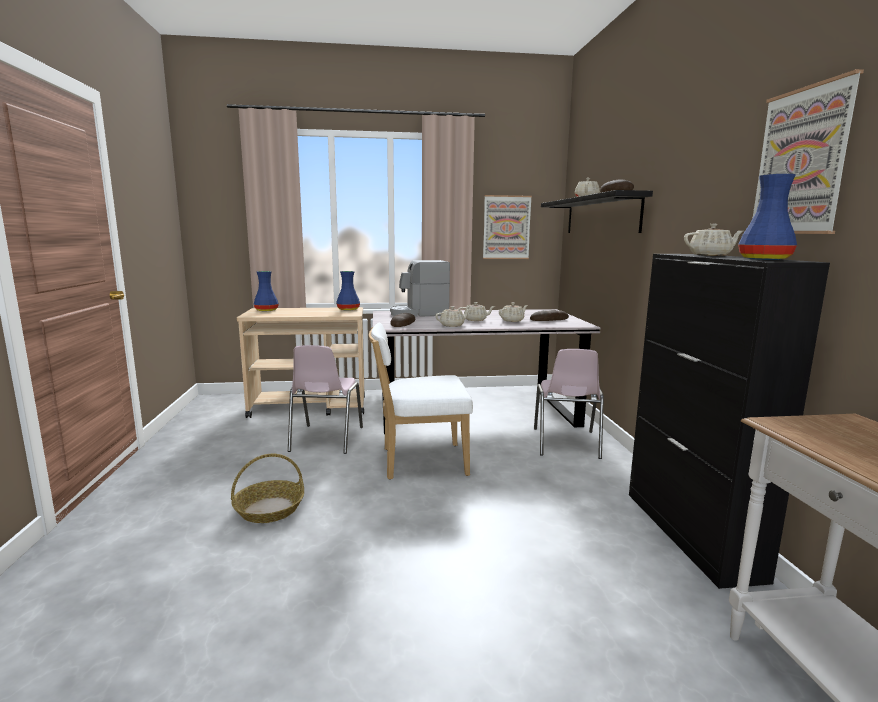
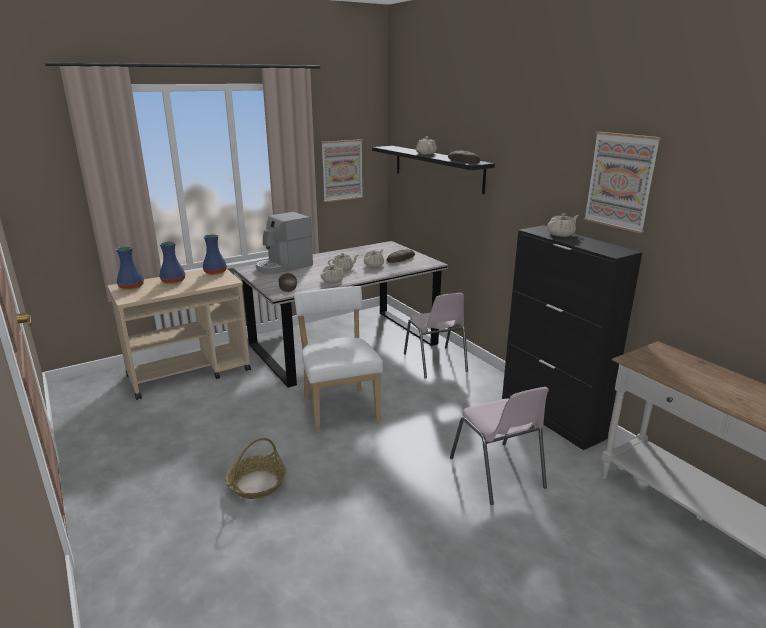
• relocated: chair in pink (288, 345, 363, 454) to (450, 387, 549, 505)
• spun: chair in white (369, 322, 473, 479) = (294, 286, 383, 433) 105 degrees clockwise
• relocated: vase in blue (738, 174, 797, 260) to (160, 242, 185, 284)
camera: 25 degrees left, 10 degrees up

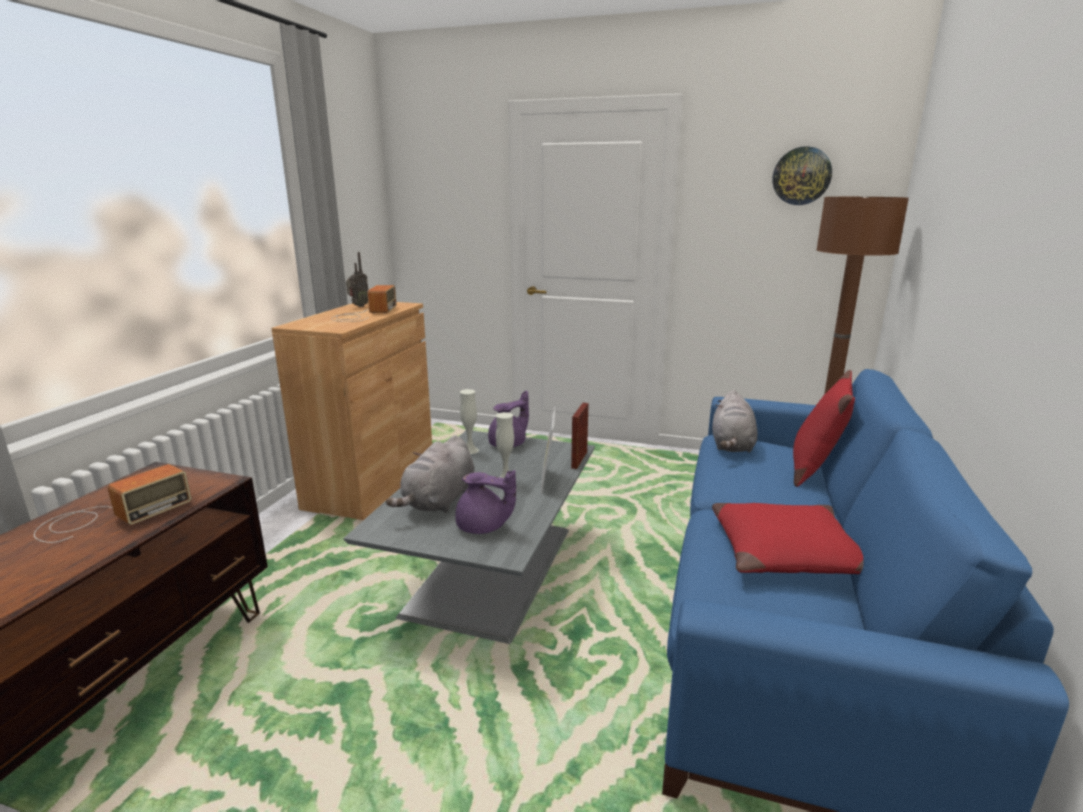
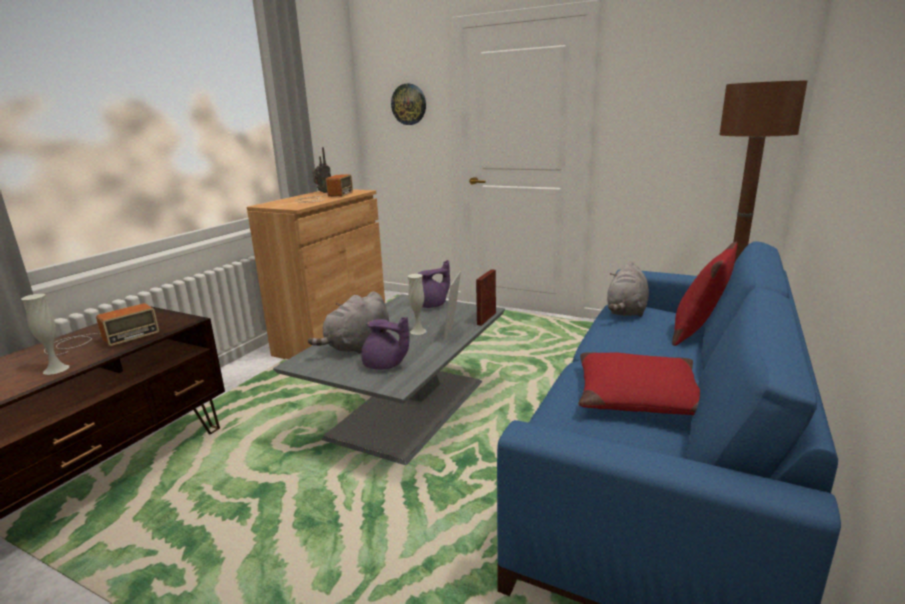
• relocated: vase in white (460, 389, 479, 454) to (21, 294, 69, 375)
• relocated: wall clock (772, 146, 832, 205) to (391, 84, 426, 125)
camera: 10 degrees right, 0 degrees up

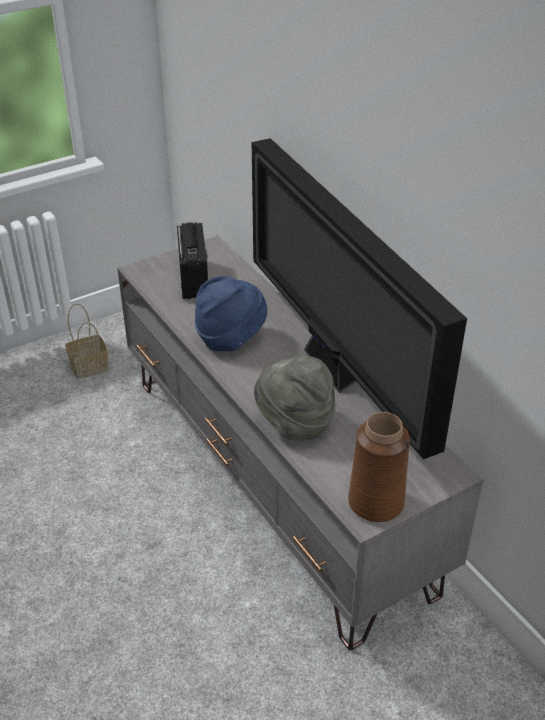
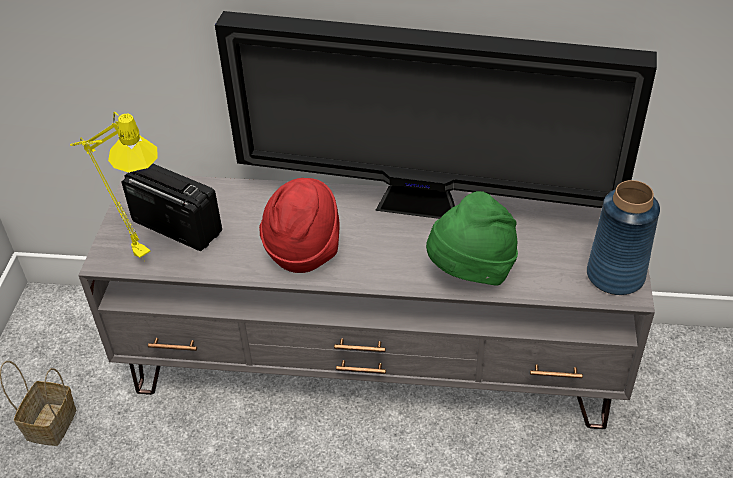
• colour: hat in blue (195, 276, 267, 351) to hat in red (259, 178, 340, 273)
• colour: hat in grey (254, 355, 336, 440) to hat in green (426, 191, 518, 286)
• colour: vase in brown (348, 412, 410, 522) to vase in blue (587, 180, 660, 295)
• appeared: table lamp in yellow (70, 112, 157, 260)
camera: 50 degrees left, 5 degrees up

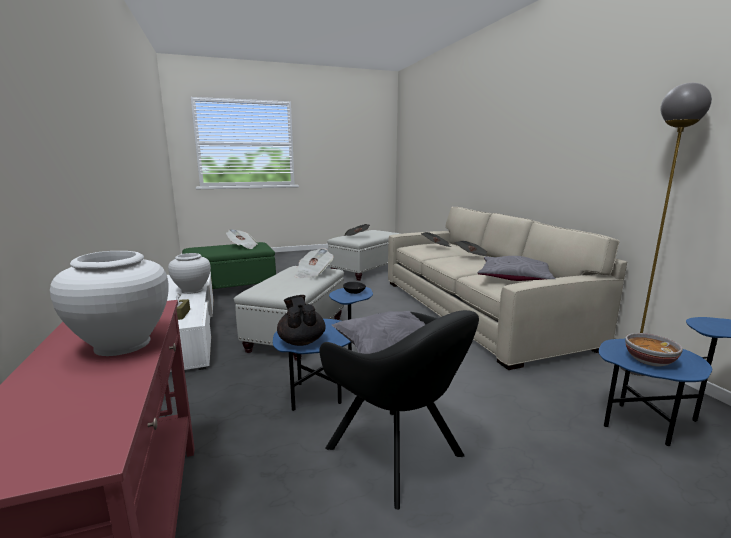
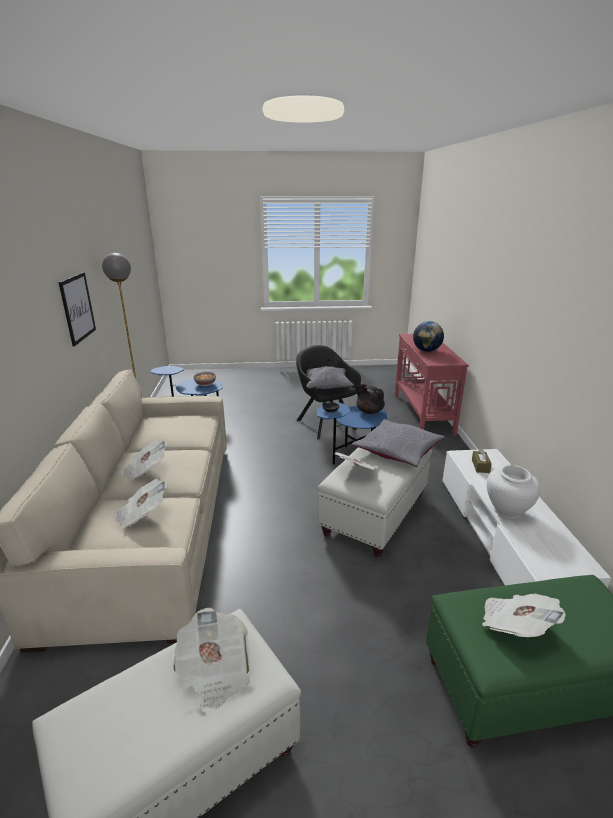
• exchanged: vase in white (50, 251, 169, 356) to globe (413, 321, 444, 352)
• spun: teapot in black (277, 295, 326, 346) = (355, 384, 385, 414) 135 degrees clockwise
• relocated: pillow in grey (478, 256, 556, 281) to (352, 419, 445, 467)
• appeared: picture (59, 272, 96, 346)
camera: 165 degrees left, 10 degrees up

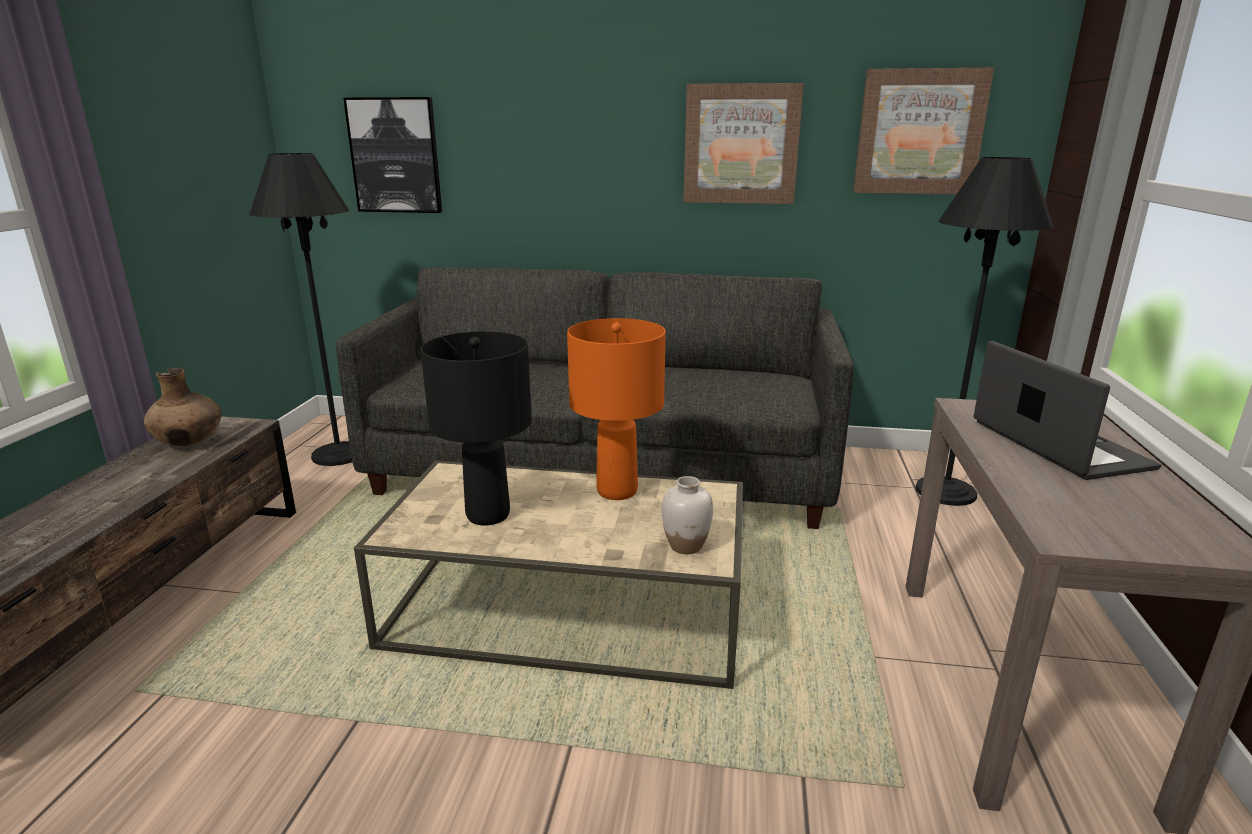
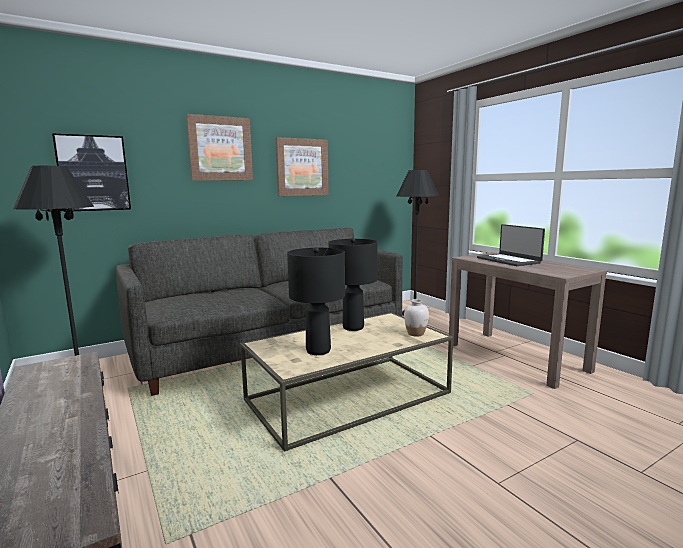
• missing: vase in brown (144, 368, 221, 446)
• colour: table lamp in orange (567, 318, 666, 500) to table lamp in black (328, 238, 377, 331)
• relocated: picture (853, 68, 994, 194) to (186, 114, 253, 181)
• spun: laptop (974, 341, 1161, 480) = (477, 224, 545, 266) 150 degrees counterclockwise
camera: 40 degrees left, 10 degrees down

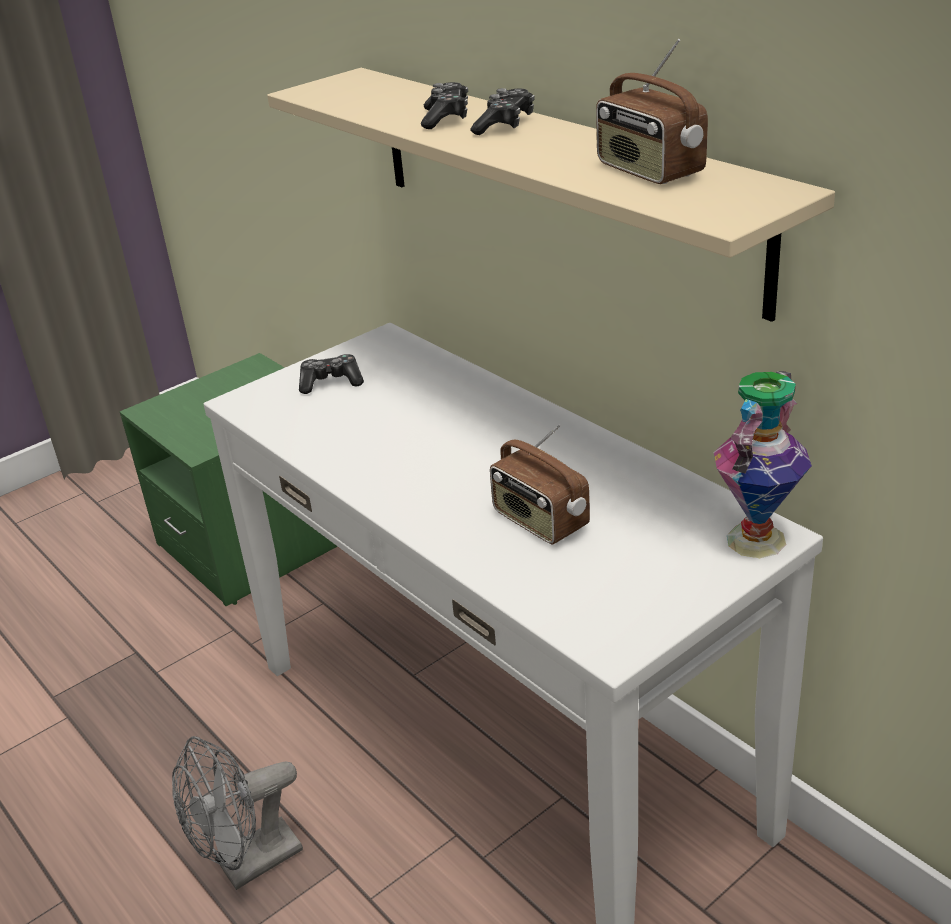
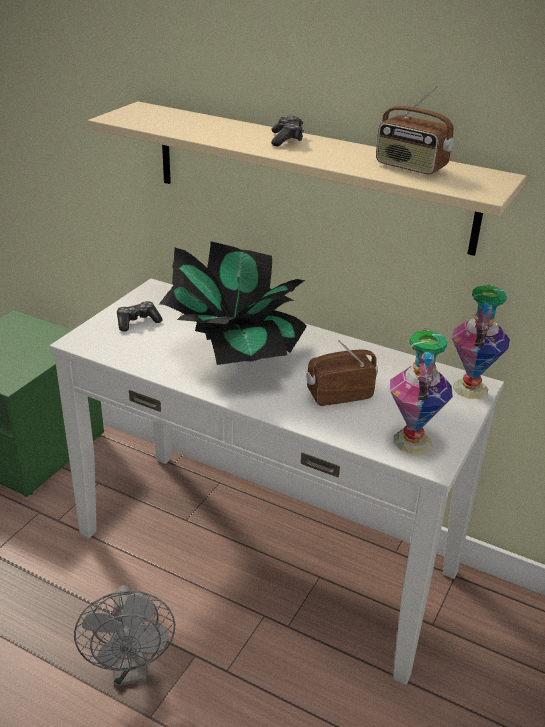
• spun: fan in grey (172, 736, 303, 890) = (74, 585, 175, 687) 45 degrees counterclockwise
• missing: game controller (421, 82, 468, 129)
• spun: radio (490, 424, 590, 544) = (306, 340, 378, 406) 135 degrees clockwise
• appeared: potted plant (159, 241, 307, 365)
• appeared: vase (390, 328, 453, 454)
camera: 25 degrees left, 0 degrees up

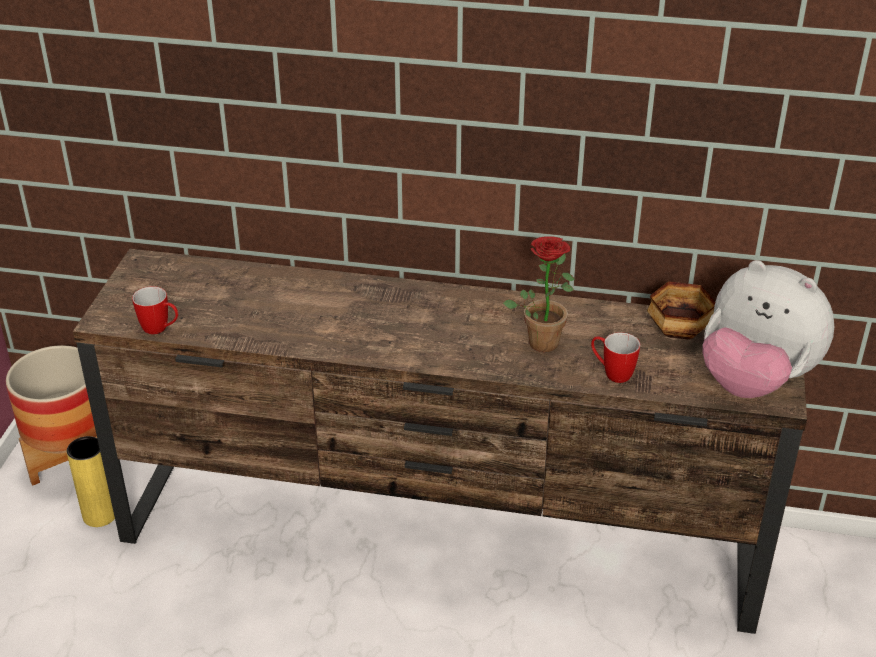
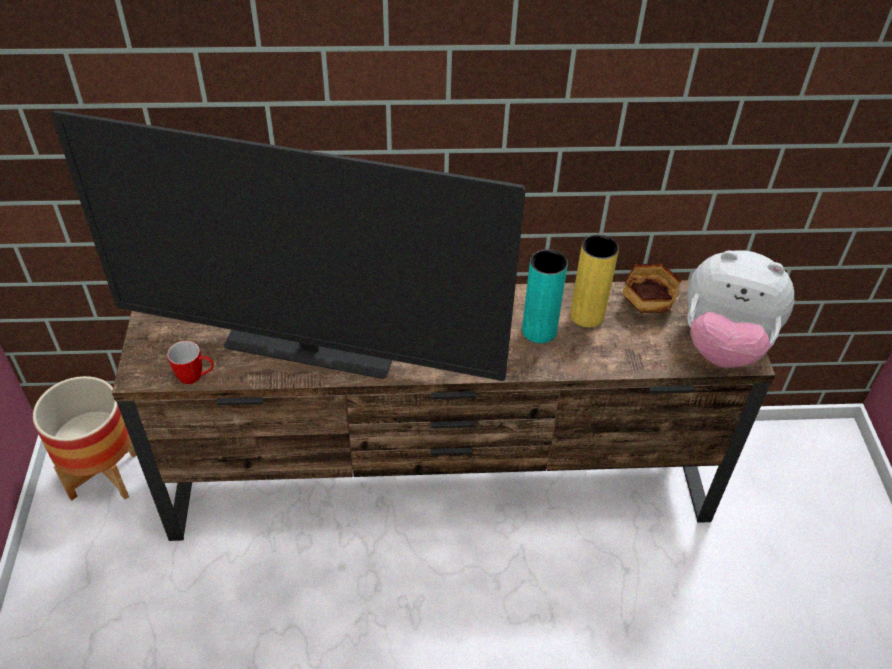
• relocated: vase in yellow (67, 436, 115, 527) to (570, 234, 619, 327)
• exchanged: potted plant (503, 236, 575, 352) to vase in turquoise (522, 249, 568, 343)
• missing: mug (591, 332, 640, 383)
• appeared: television (51, 110, 526, 381)
camera: 15 degrees left, 10 degrees up

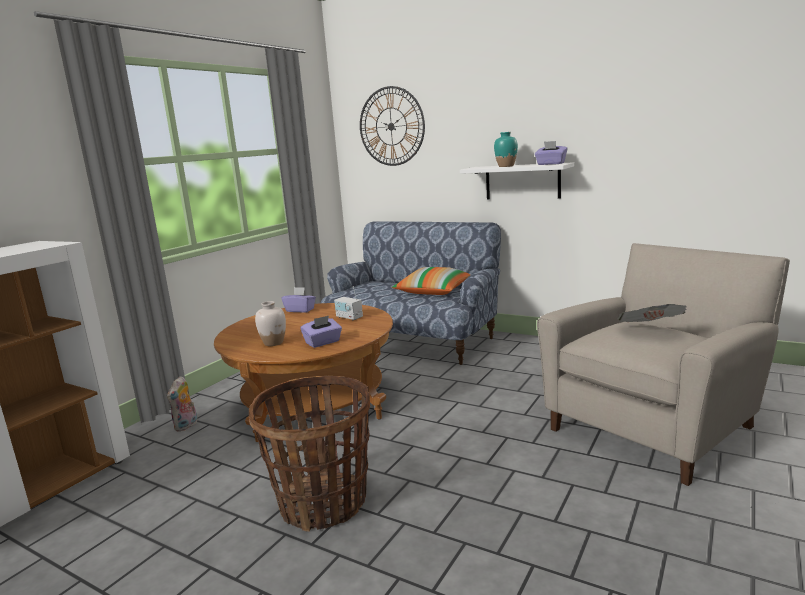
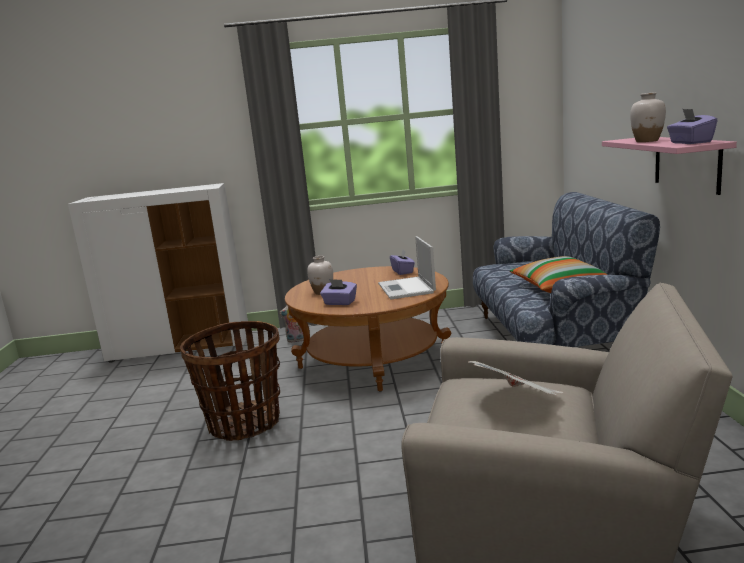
• exchanged: radio (334, 286, 363, 321) to laptop (378, 236, 436, 299)
• missing: wall clock (360, 86, 425, 166)
• colour: shelf in white (460, 162, 574, 199) to shelf in pink (602, 137, 737, 195)
• colour: vase in turquoise (494, 132, 518, 167) to vase in white (630, 92, 666, 142)
camera: 55 degrees right, 0 degrees up

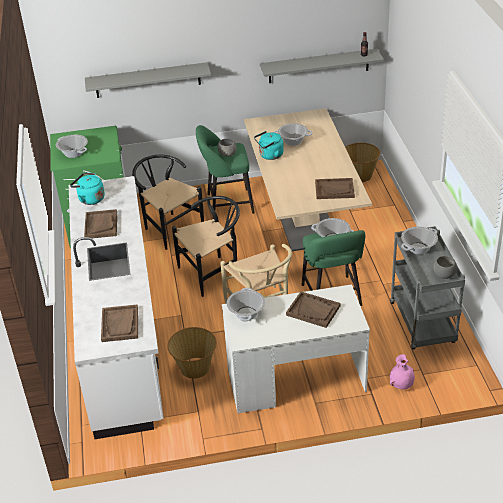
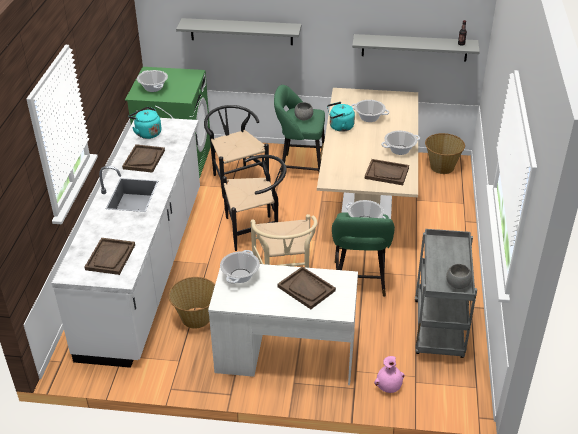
• relocated: cooking pot (401, 227, 438, 254) to (381, 130, 420, 155)
camera: 15 degrees right, 0 degrees up

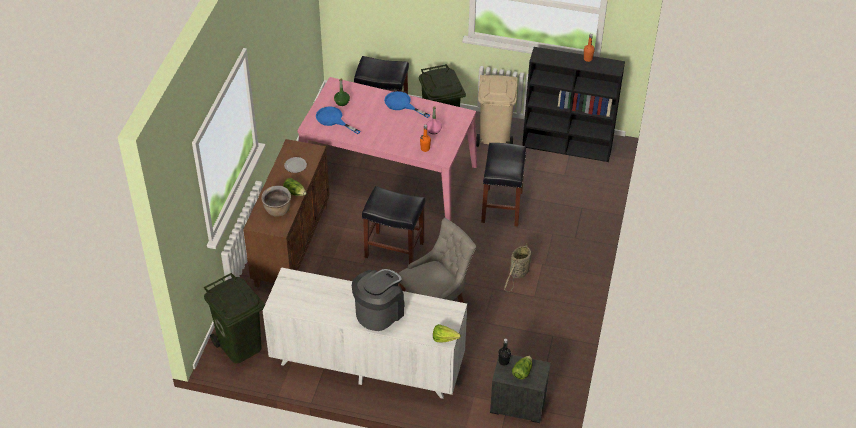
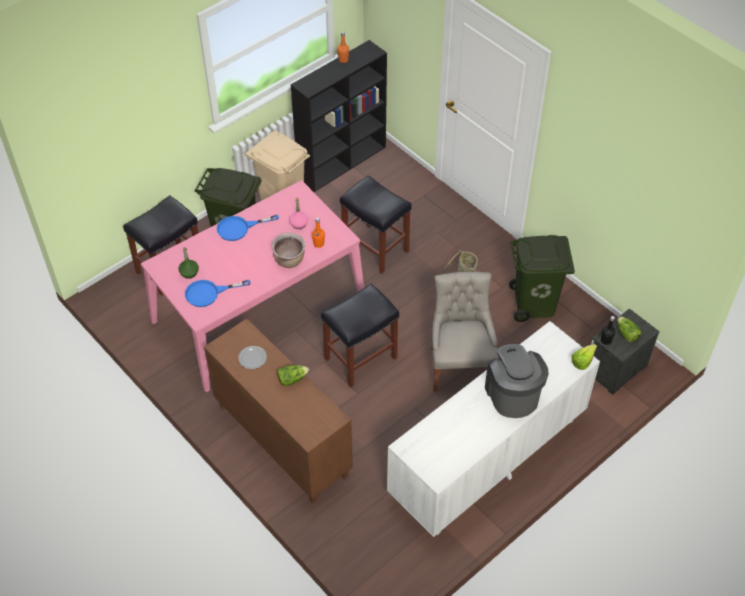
• relocated: trash can in green (204, 273, 265, 363) to (509, 235, 575, 322)
• relocated: cooking pot in brown (261, 186, 291, 217) to (272, 232, 305, 268)
camera: 55 degrees left, 5 degrees up

